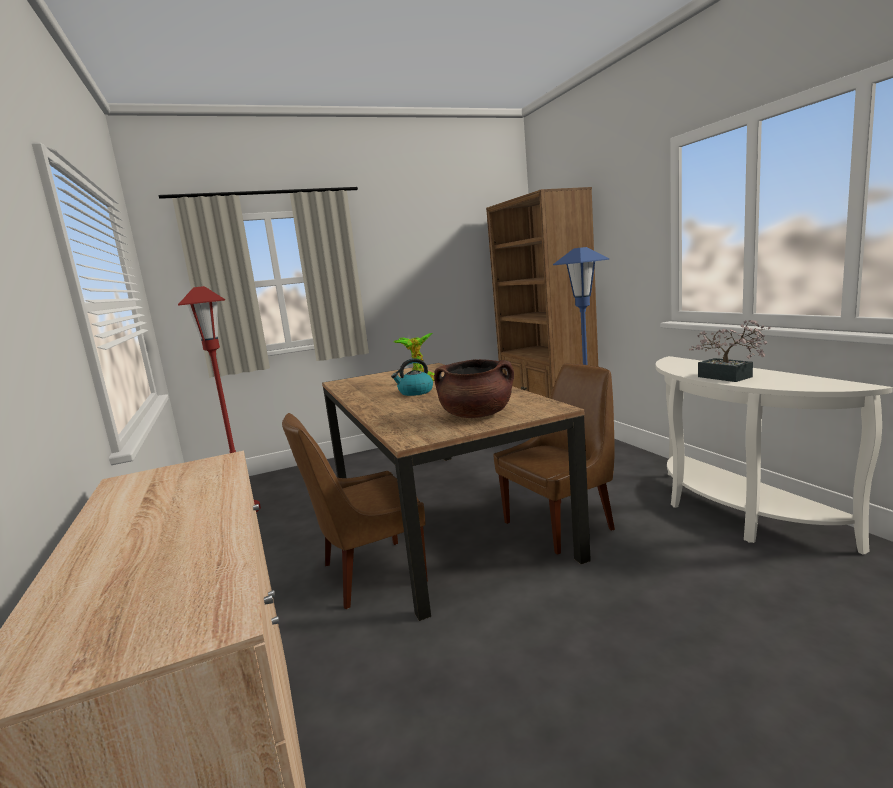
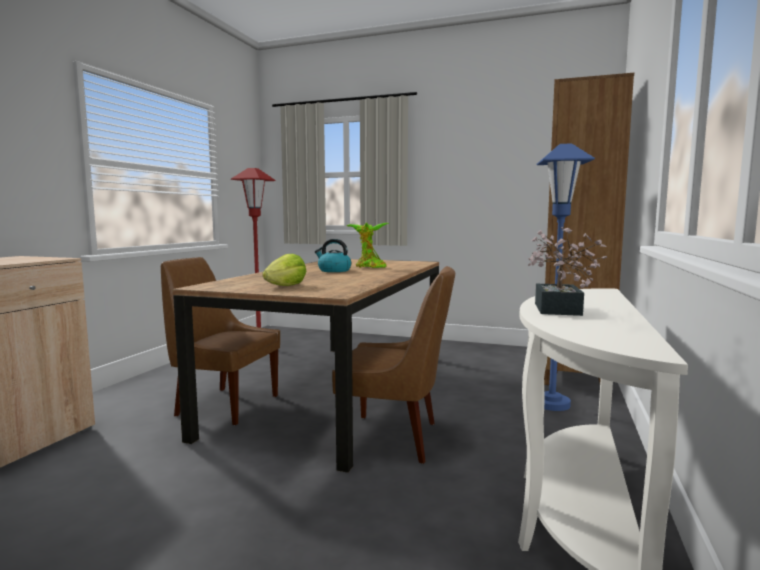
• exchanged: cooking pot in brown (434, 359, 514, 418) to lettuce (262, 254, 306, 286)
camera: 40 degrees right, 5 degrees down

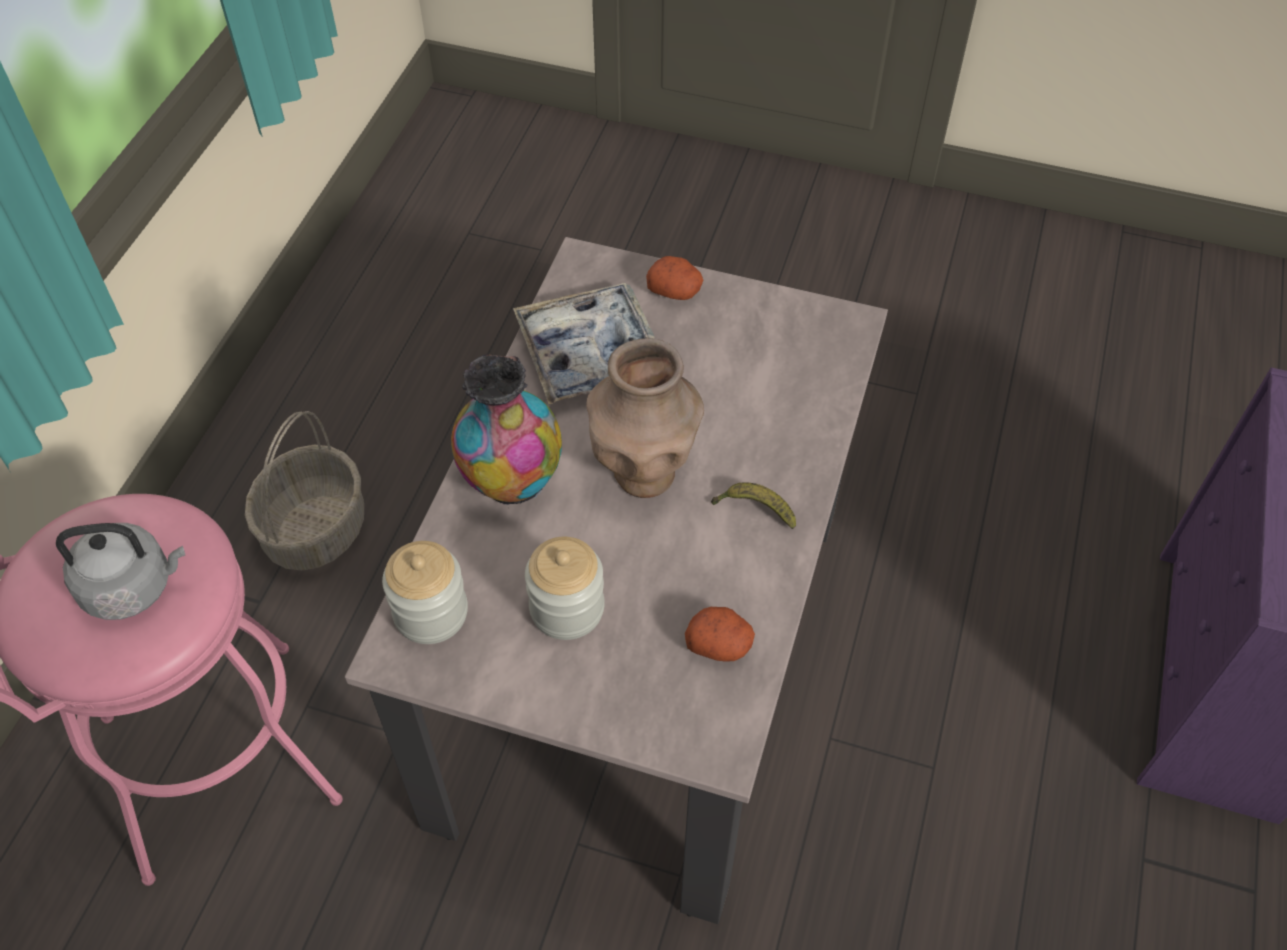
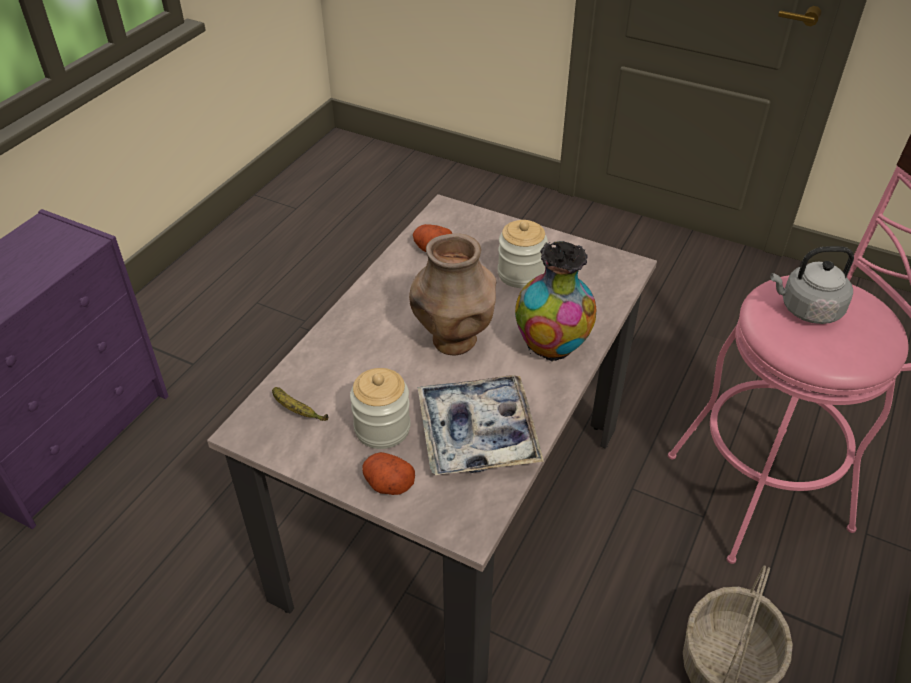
• relocated: jar (382, 541, 468, 644) to (350, 368, 411, 449)
• relocated: banana (711, 482, 796, 529) to (272, 387, 328, 421)
camera: 170 degrees left, 10 degrees down

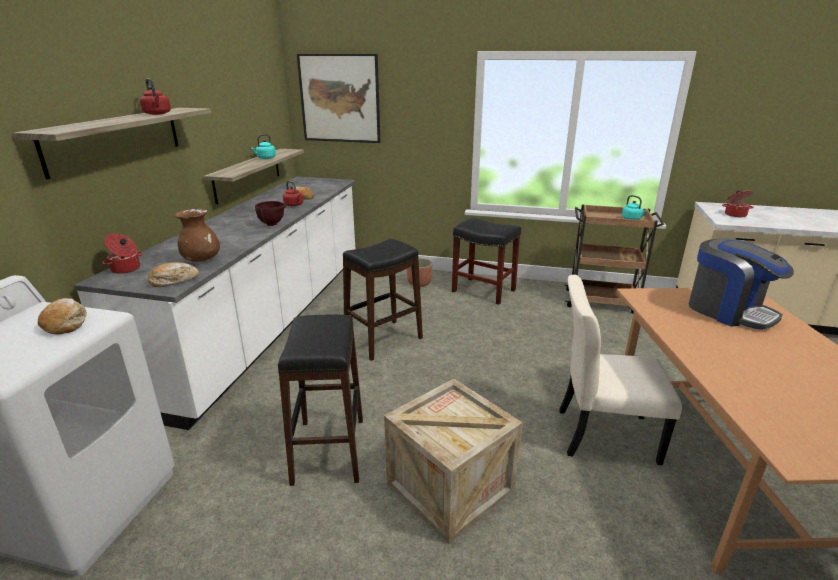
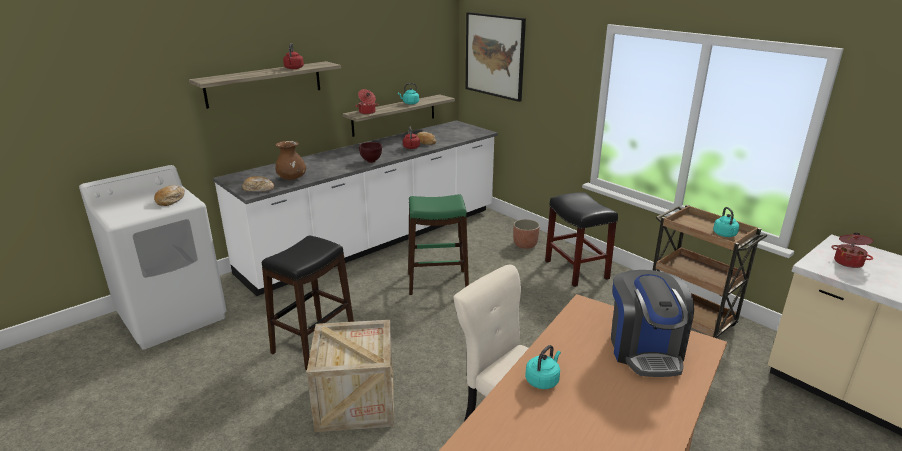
• relocated: cooking pot (102, 234, 143, 274) to (355, 89, 379, 114)
• colour: stool in black (343, 239, 423, 361) to stool in green (408, 194, 469, 295)
• appeared: kettle in turquoise (525, 345, 561, 389)
camera: 35 degrees right, 0 degrees up

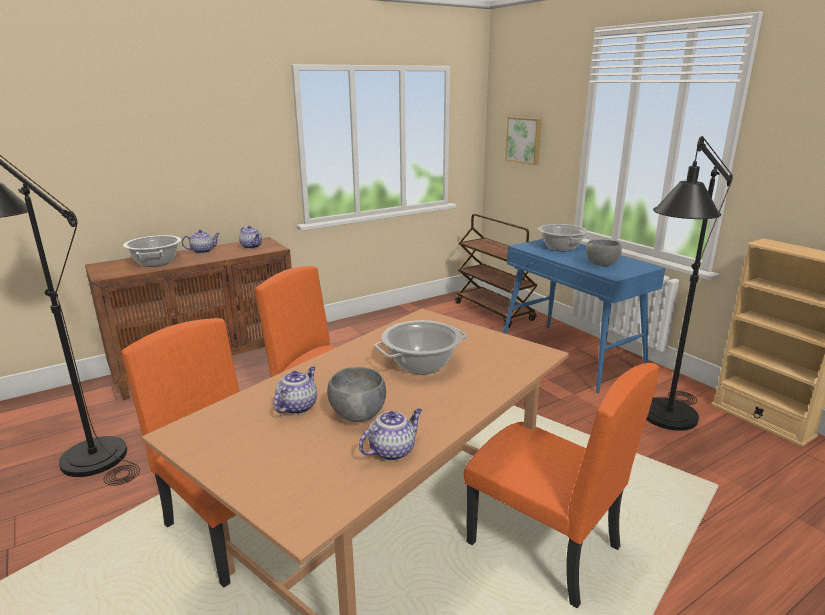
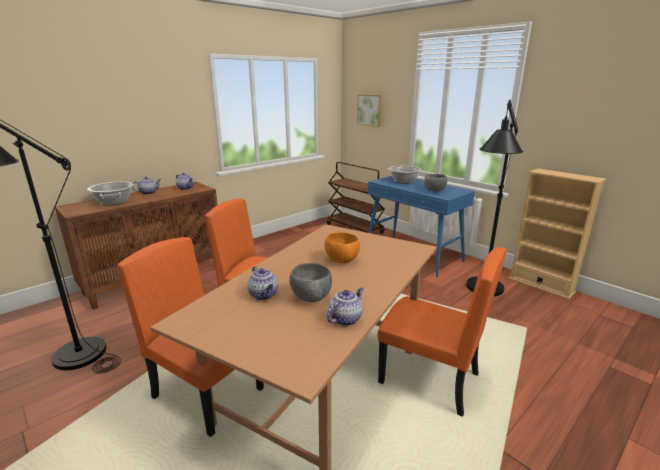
• spun: teapot (274, 366, 317, 414) = (247, 266, 278, 300) 135 degrees clockwise
• exchanged: cooking pot (374, 320, 467, 374) to bowl in orange (324, 232, 360, 263)
camera: 10 degrees left, 0 degrees up

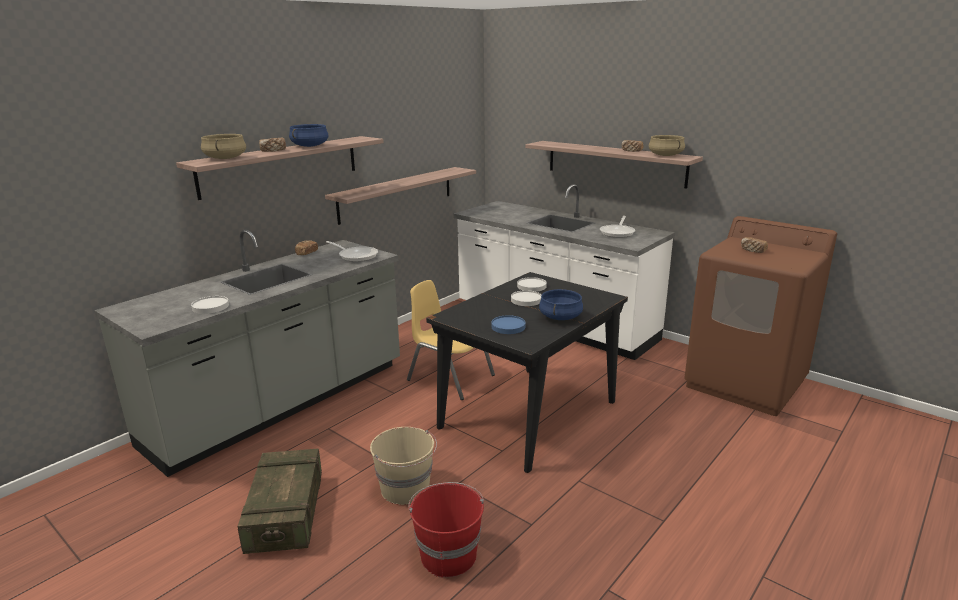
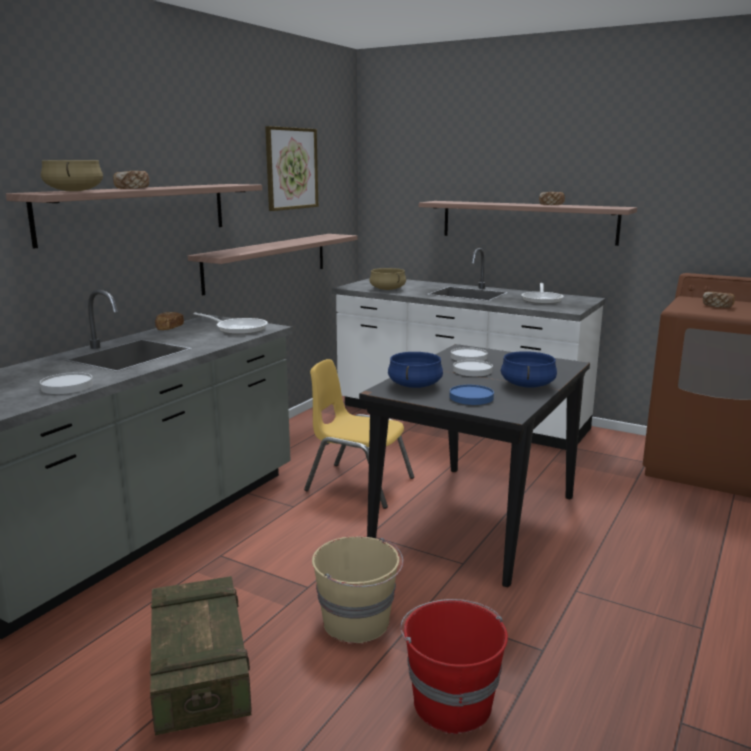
• relocated: cooking pot in blue (289, 124, 329, 147) to (388, 352, 443, 388)
• relocated: cooking pot in beige (649, 135, 685, 156) to (369, 268, 406, 290)
• appeared: picture (265, 126, 318, 211)
camera: 10 degrees left, 5 degrees down

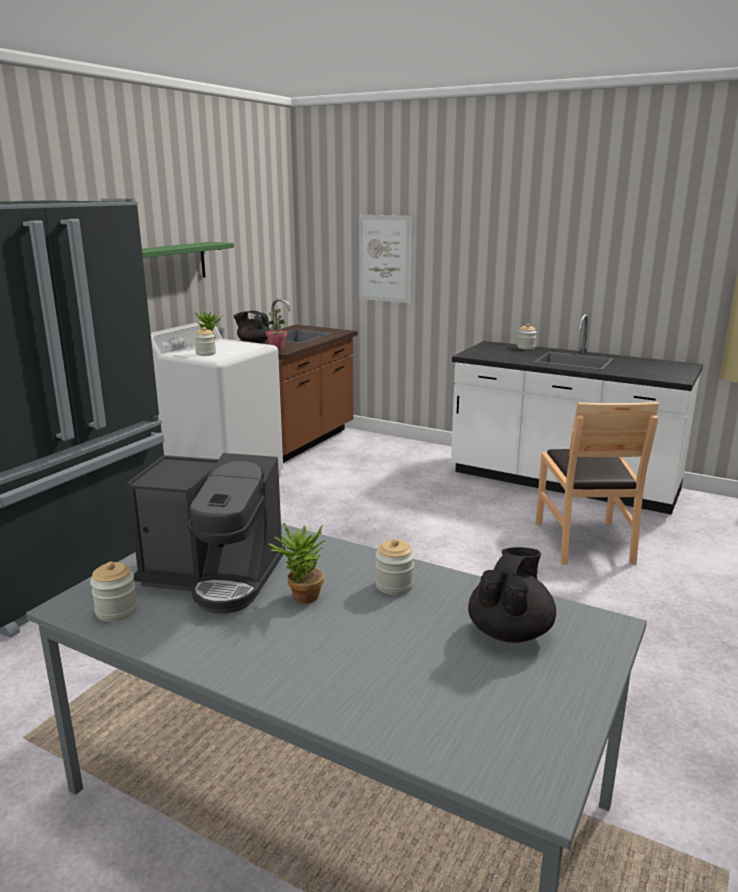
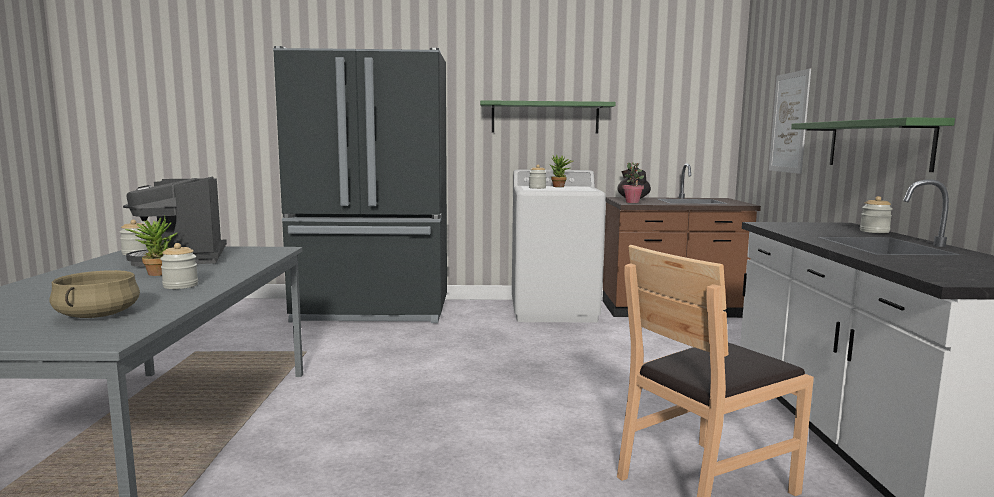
• exchanged: teapot in black (468, 547, 556, 643) to cooking pot in beige (50, 270, 140, 318)
• appeared: shelf in green (791, 117, 955, 172)
camera: 60 degrees right, 10 degrees down

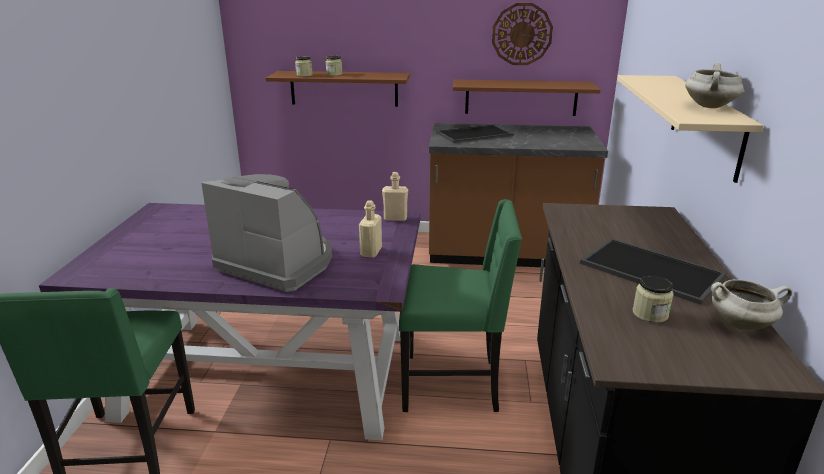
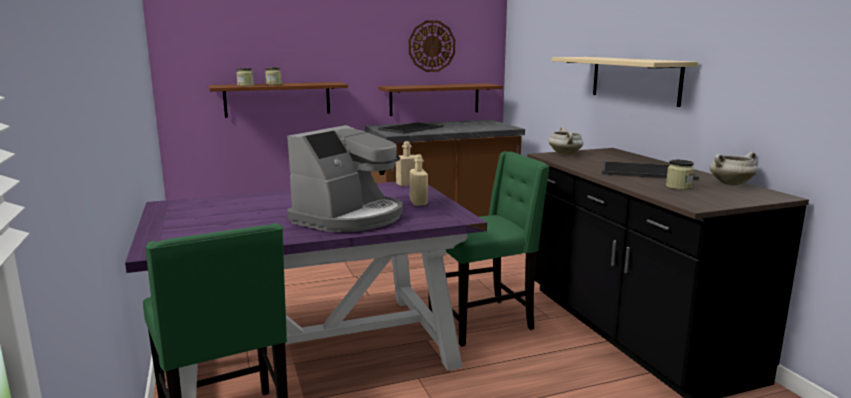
• spun: coffee machine (202, 174, 332, 292) = (287, 125, 403, 232) 120 degrees clockwise
• relocated: cooking pot in white (685, 63, 744, 108) to (549, 127, 584, 155)
camera: 25 degrees left, 10 degrees down

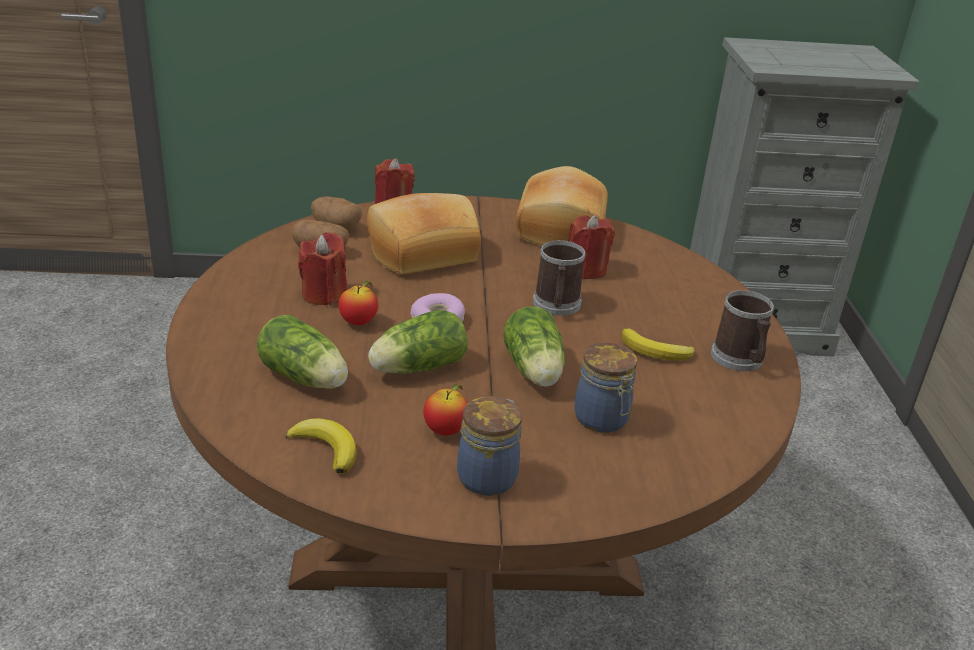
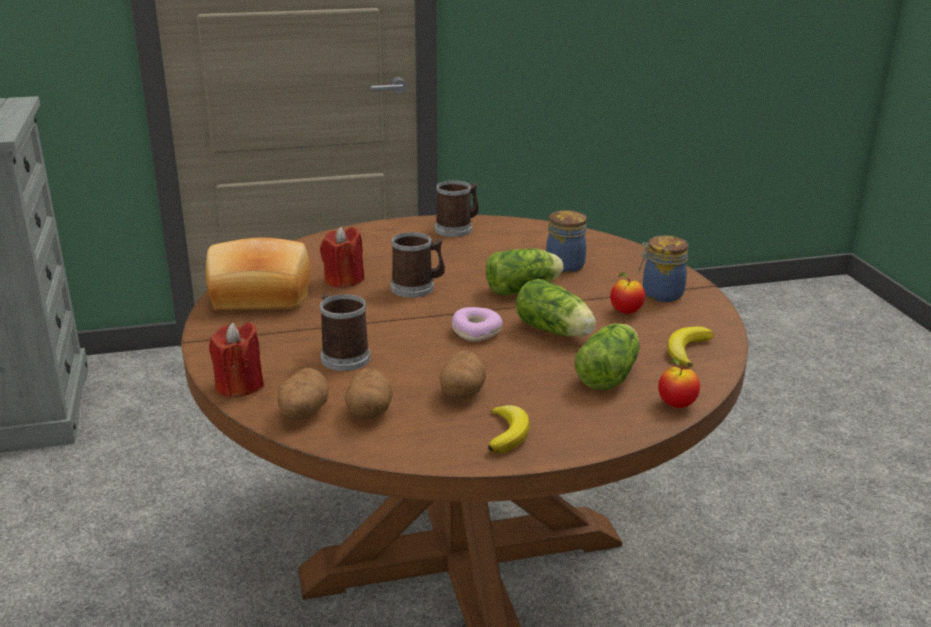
• exchanged: candle in red (298, 232, 347, 306) to potato (439, 351, 486, 399)
• relocated: apple (338, 281, 378, 325) to (658, 358, 700, 408)
• exchanged: bread (367, 193, 481, 275) to mug (320, 294, 371, 371)
• relocated: banana (621, 329, 695, 360) to (488, 405, 530, 454)
camera: 100 degrees left, 5 degrees down

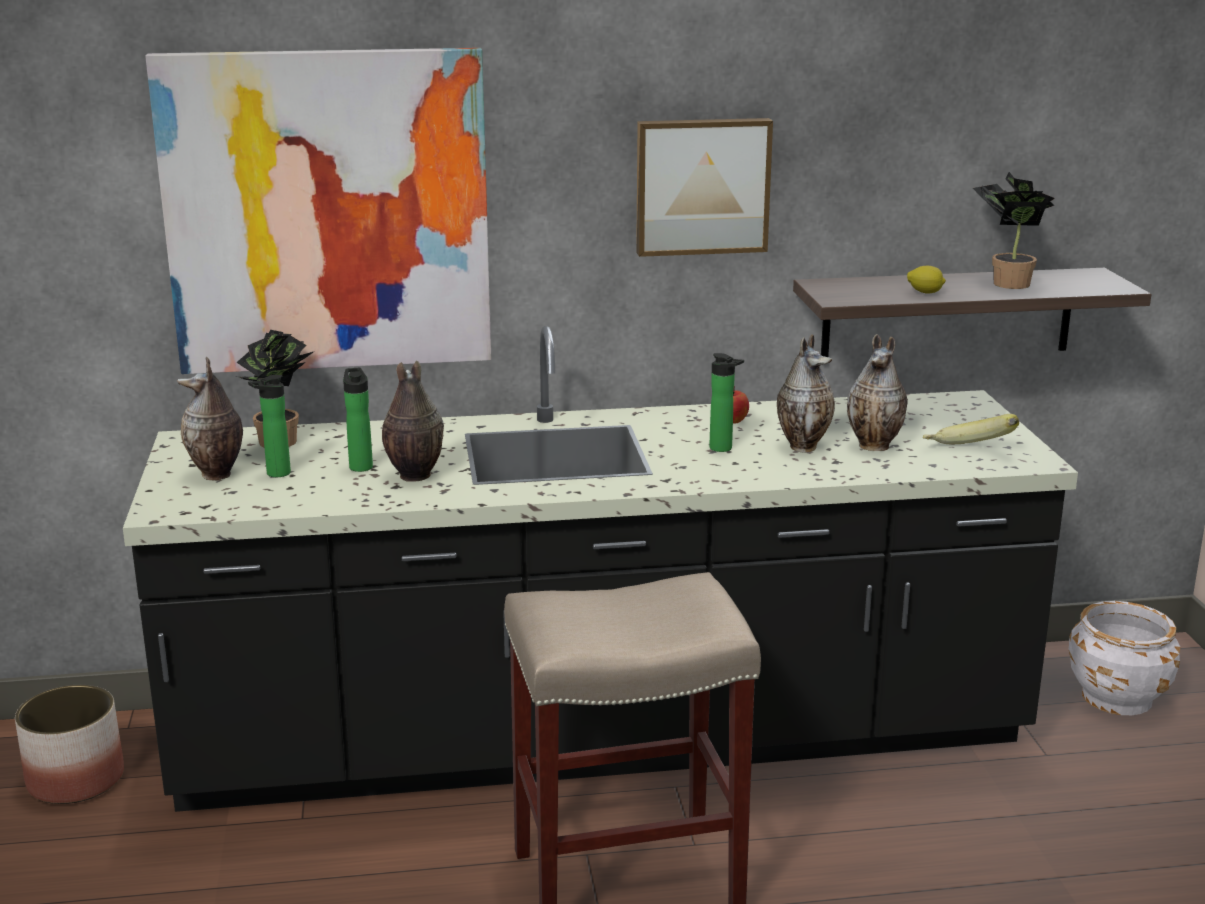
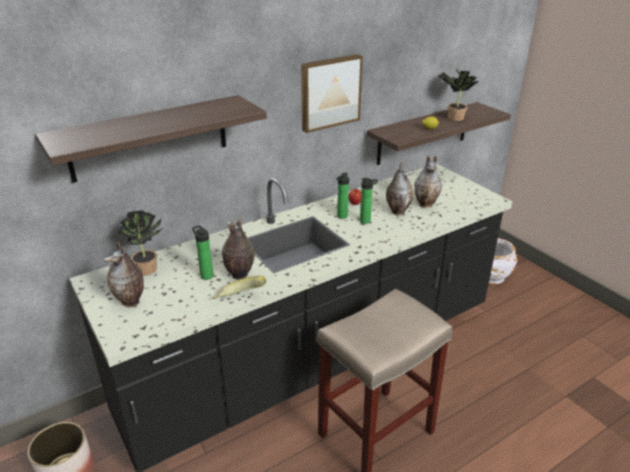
• exchanged: picture (145, 48, 491, 374) to shelf (36, 95, 267, 183)
• relocated: bottle (248, 375, 291, 477) to (336, 173, 349, 219)
• relocated: banana (923, 414, 1019, 444) to (213, 276, 266, 299)
camera: 25 degrees left, 10 degrees up

